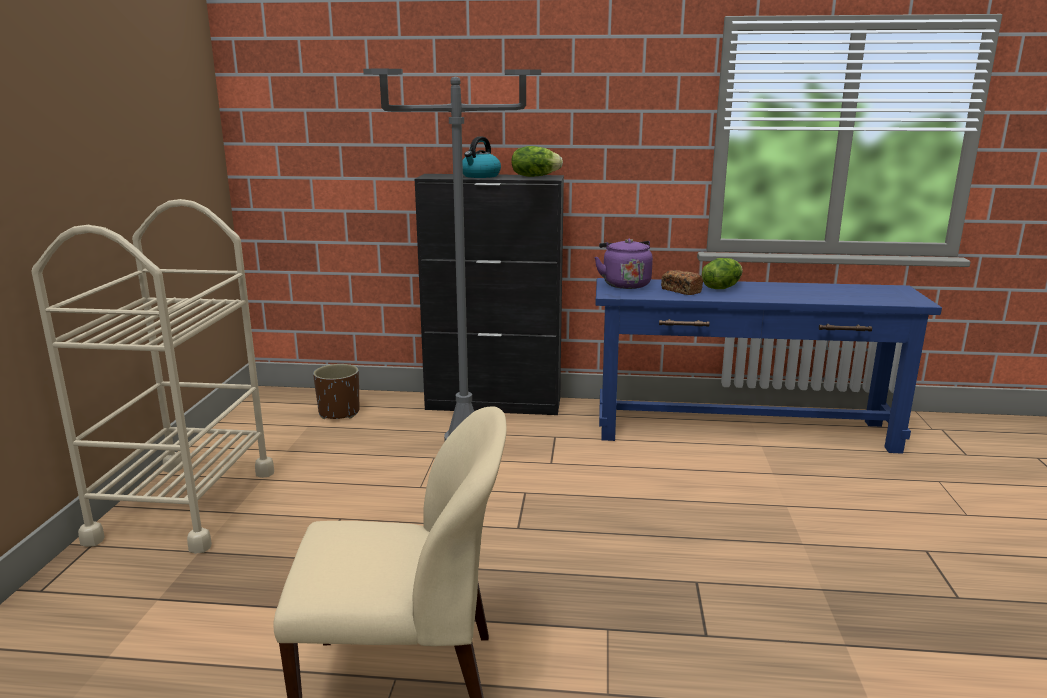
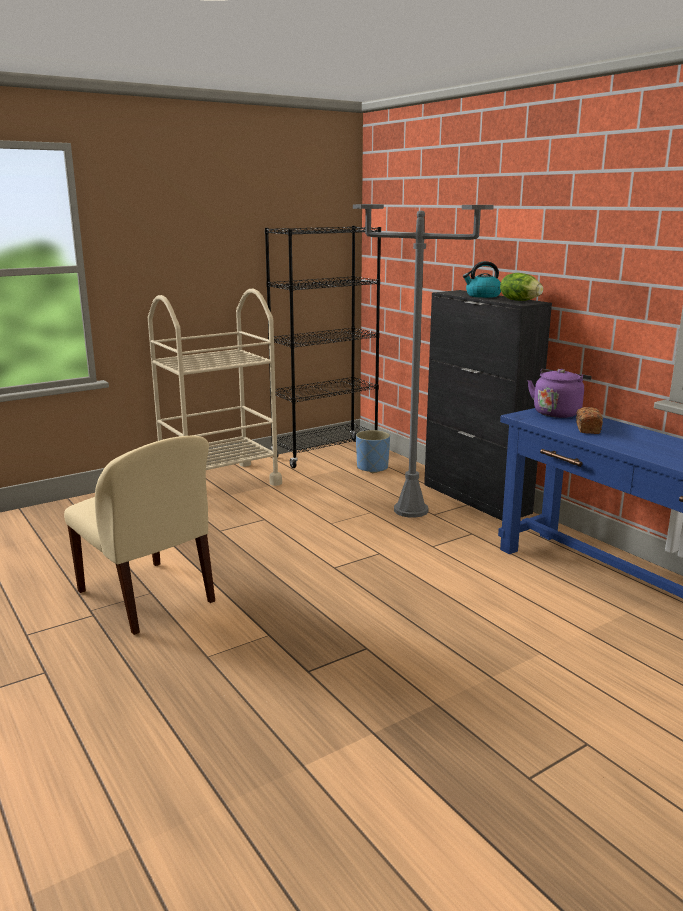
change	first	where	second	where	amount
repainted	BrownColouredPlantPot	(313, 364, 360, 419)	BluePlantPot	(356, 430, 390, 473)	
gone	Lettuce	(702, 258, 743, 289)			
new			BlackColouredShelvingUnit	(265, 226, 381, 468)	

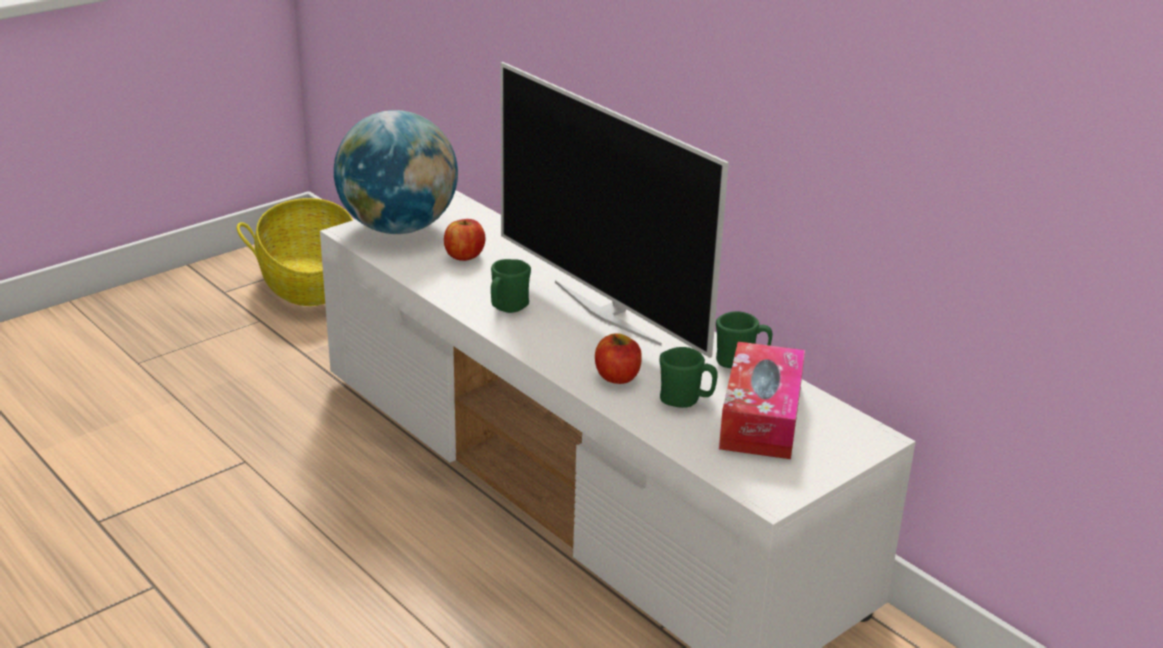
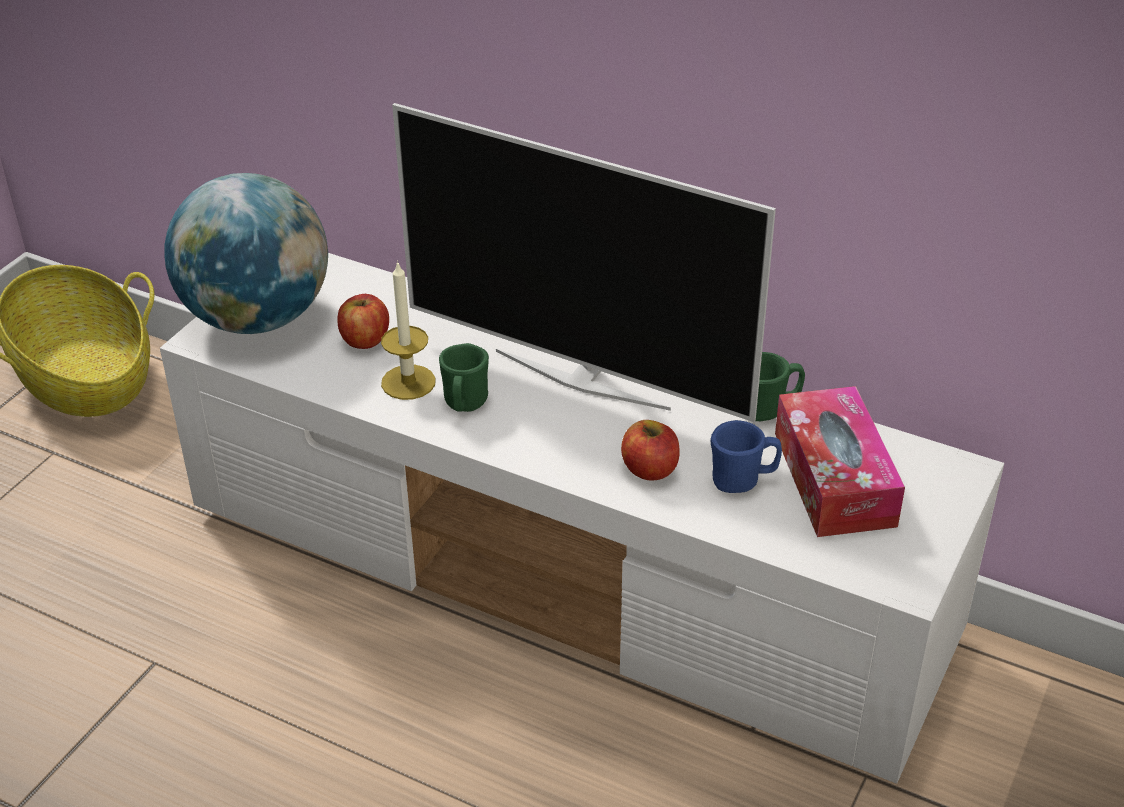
change	first	where	second	where	amount
repainted	GreenCoffeeMug	(659, 347, 718, 408)	BlueCoffeeMug	(711, 420, 782, 493)	
new			WaxLight	(381, 260, 436, 400)	

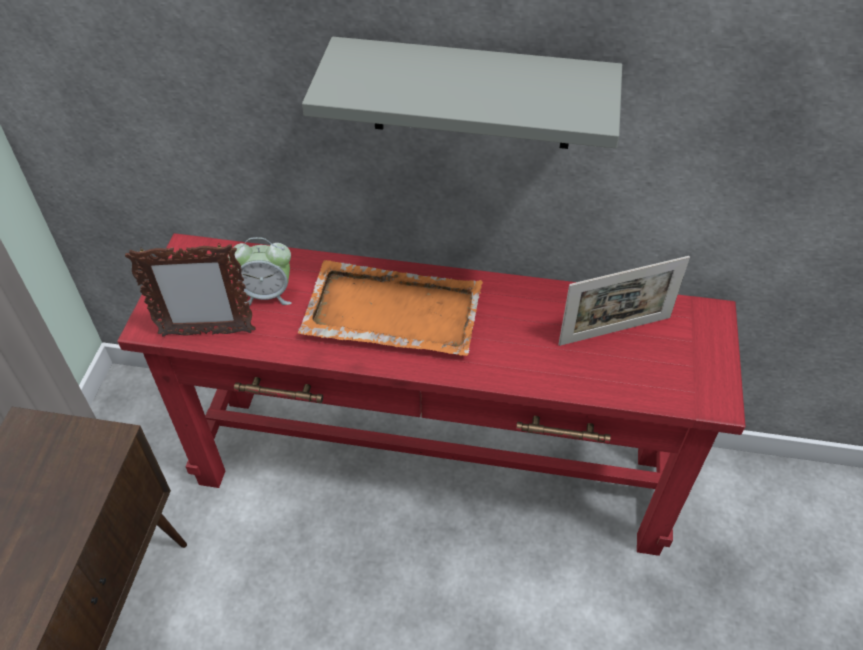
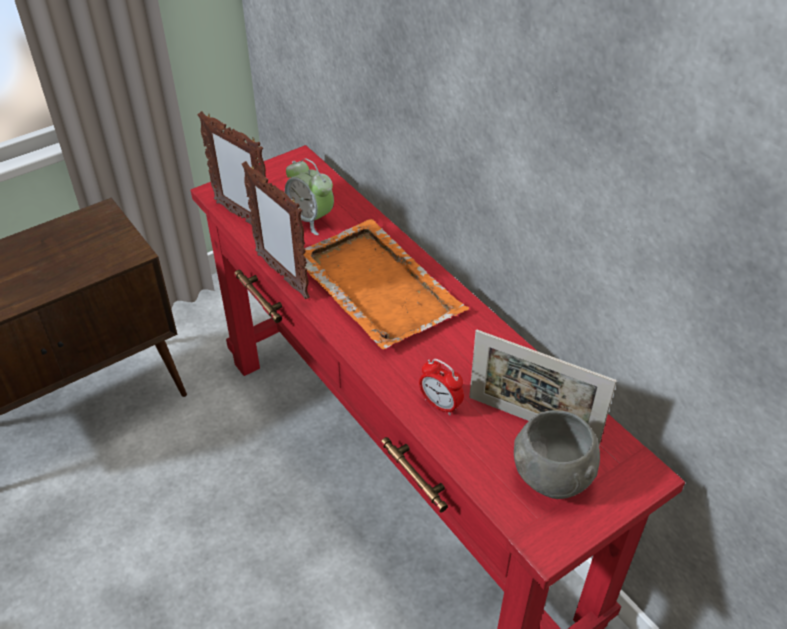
change	first	where	second	where	amount
gone	GrayShelf	(302, 37, 622, 149)			
new			PhotoFrame	(242, 161, 310, 299)	
new			BedsideClock	(419, 359, 464, 415)	
new			GrayBowl	(514, 410, 600, 499)	

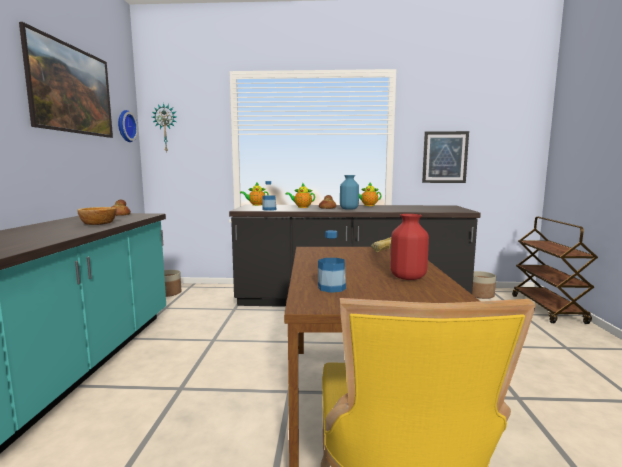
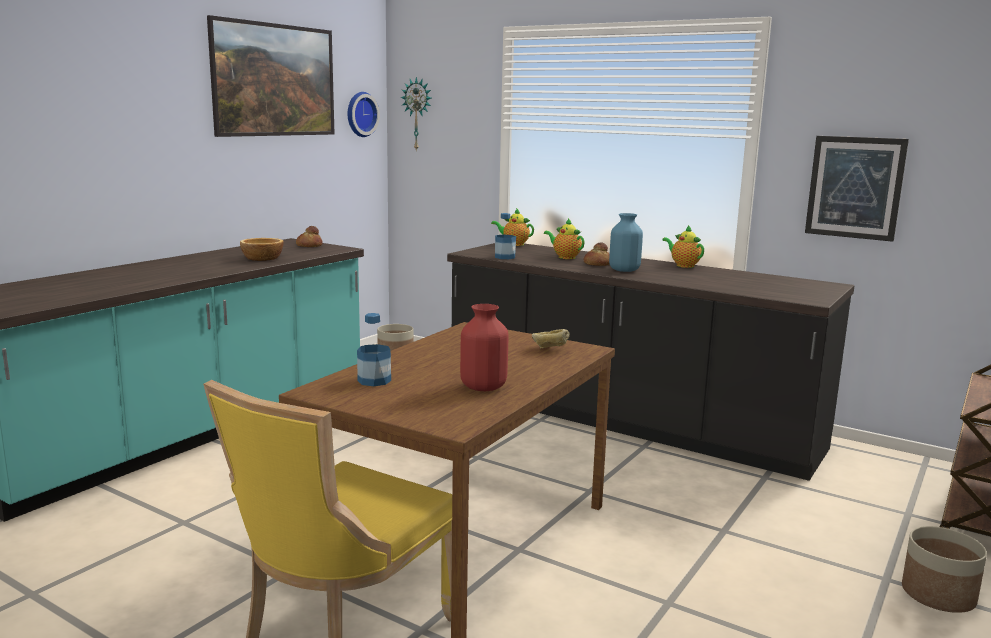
change	first	where	second	where	amount
shifted	PlantPot	(472, 271, 496, 299)		(902, 526, 987, 613)	

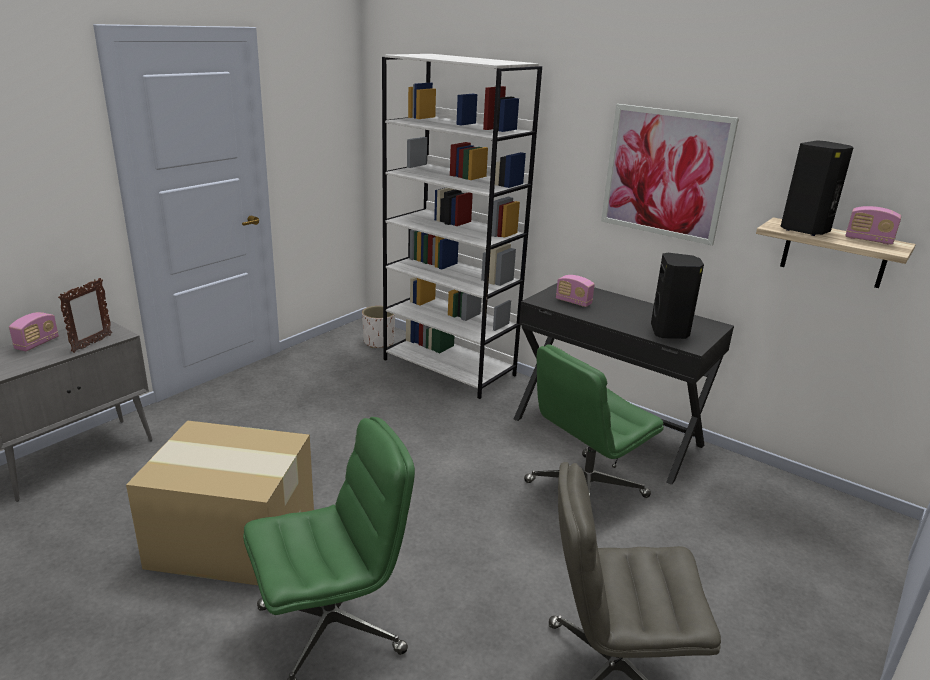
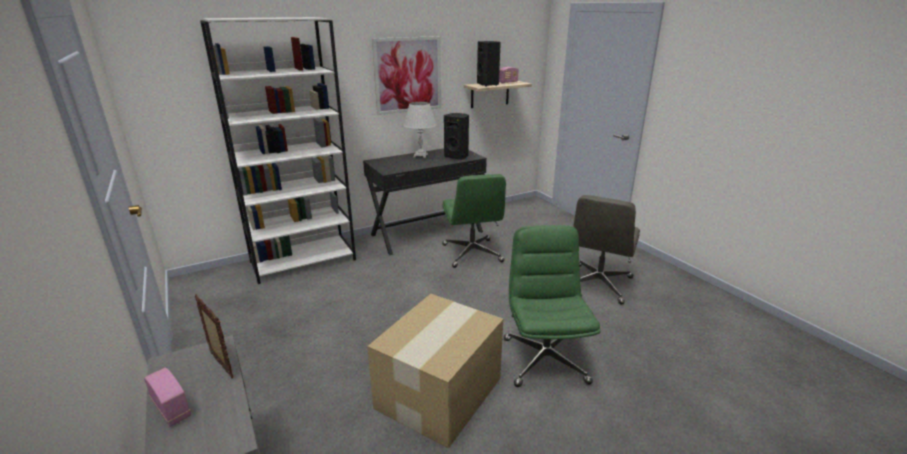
change	first	where	second	where	amount
gone	WhitishPlantPot	(362, 306, 395, 348)			
gone	Radio	(556, 275, 595, 307)			
new			WhitishTabletopLamp	(404, 102, 437, 158)	

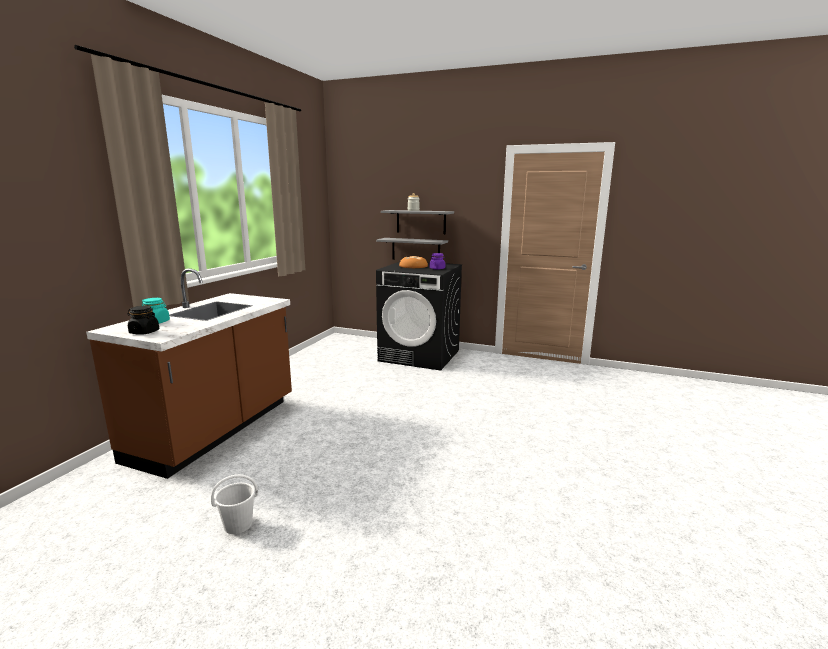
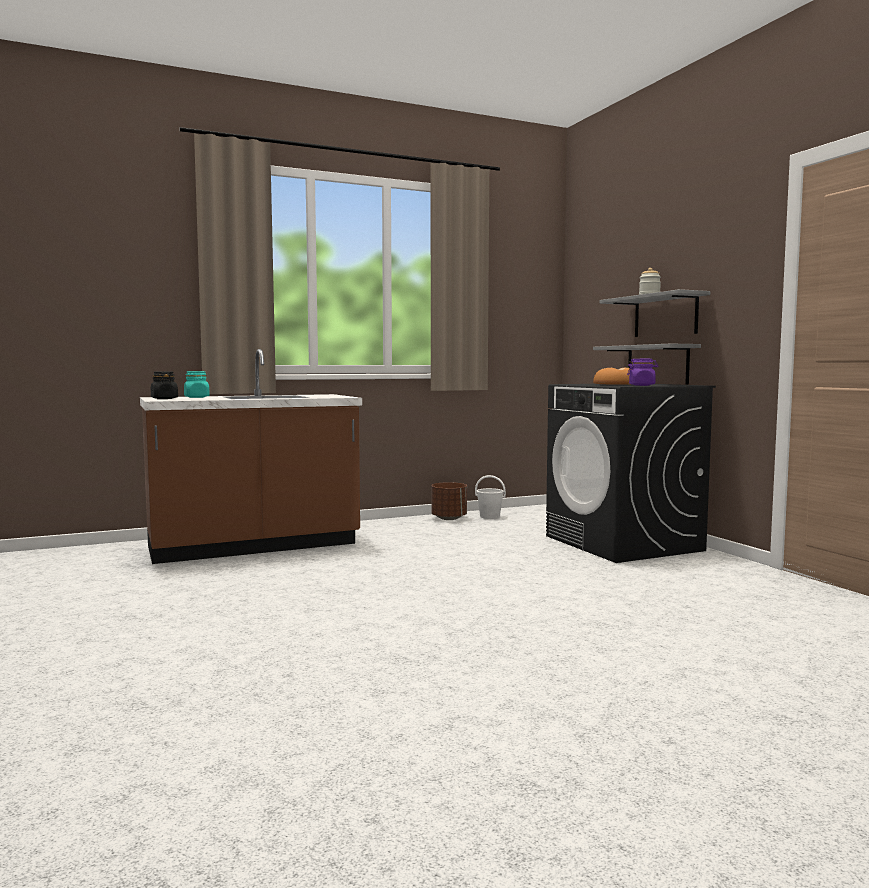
change	first	where	second	where	amount
shifted	WhitishPail	(211, 474, 258, 534)		(475, 475, 506, 519)	
new			BrownColouredPlantPot	(431, 482, 467, 520)	

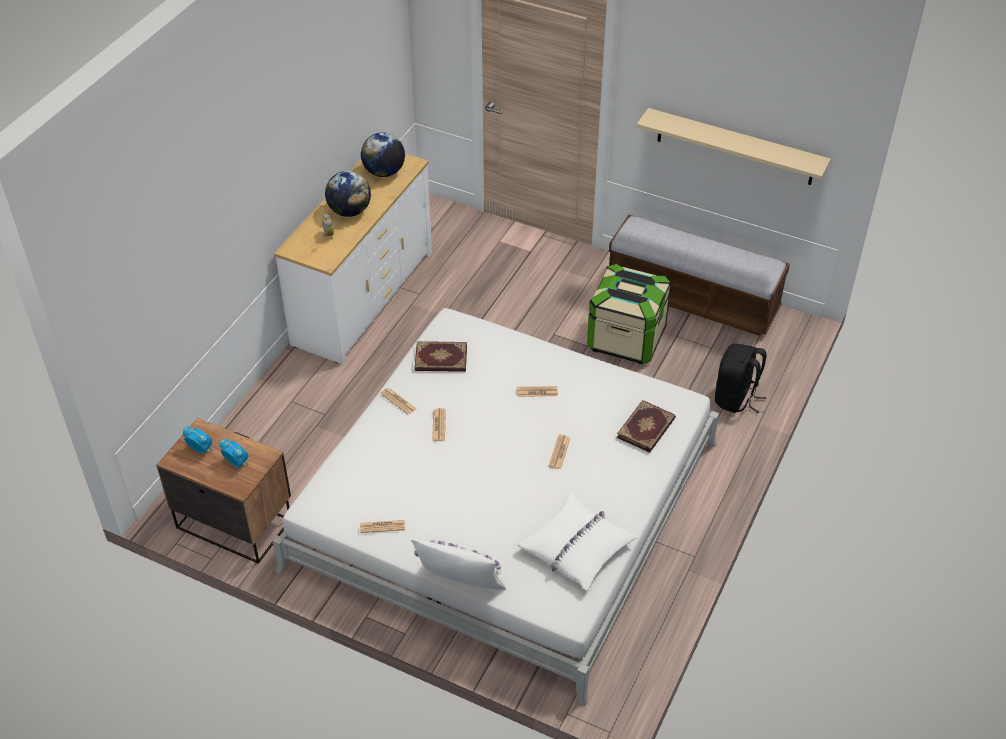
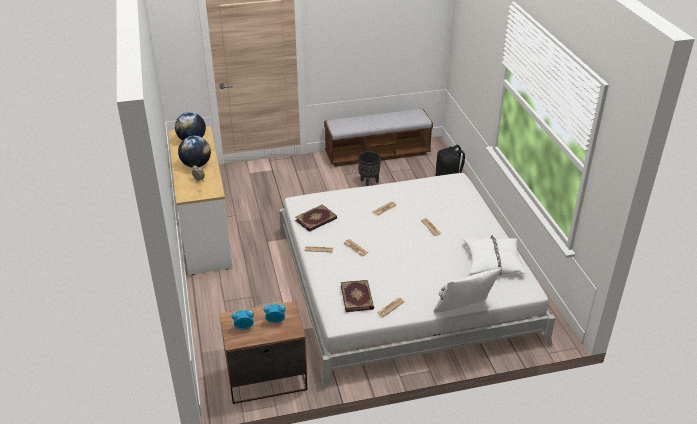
change	first	where	second	where	amount
swapped	StorageContainer	(587, 264, 671, 364)	BlackColouredPlantPot	(358, 151, 381, 186)	
shifted	Volume	(617, 400, 676, 453)		(341, 280, 374, 312)	
gone	BeigeColouredShelf	(637, 108, 831, 185)			

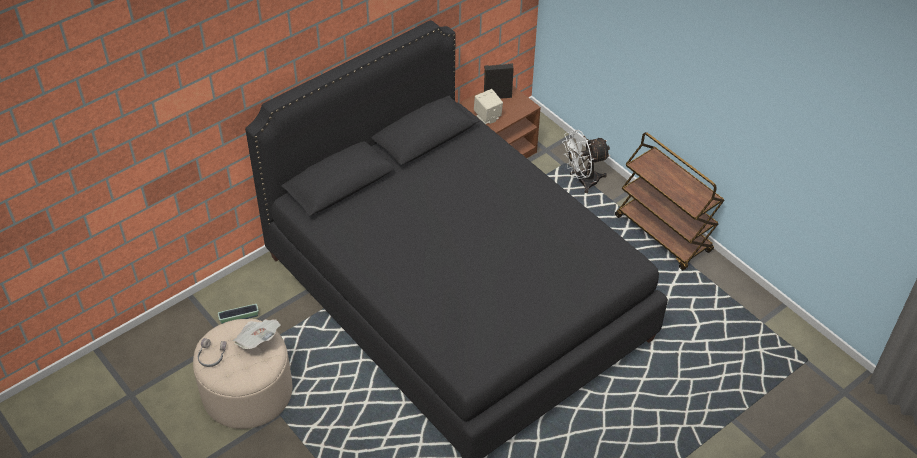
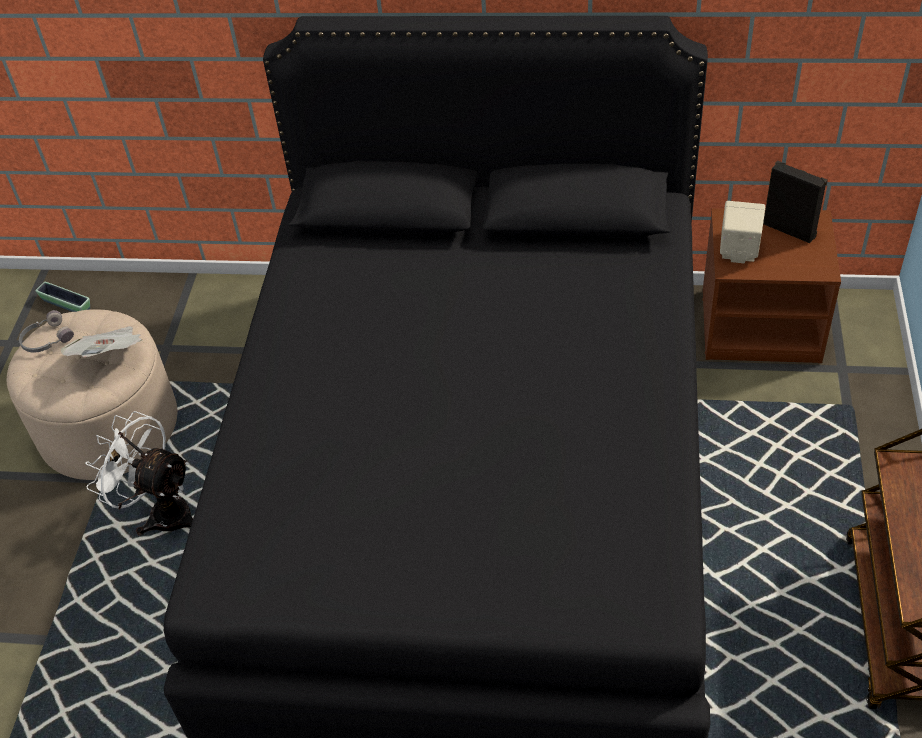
change	first	where	second	where	amount
shifted	PlantPot	(218, 304, 259, 324)		(35, 282, 90, 312)	
shifted	WhitishCoolingFan	(562, 130, 611, 193)		(85, 411, 193, 536)	

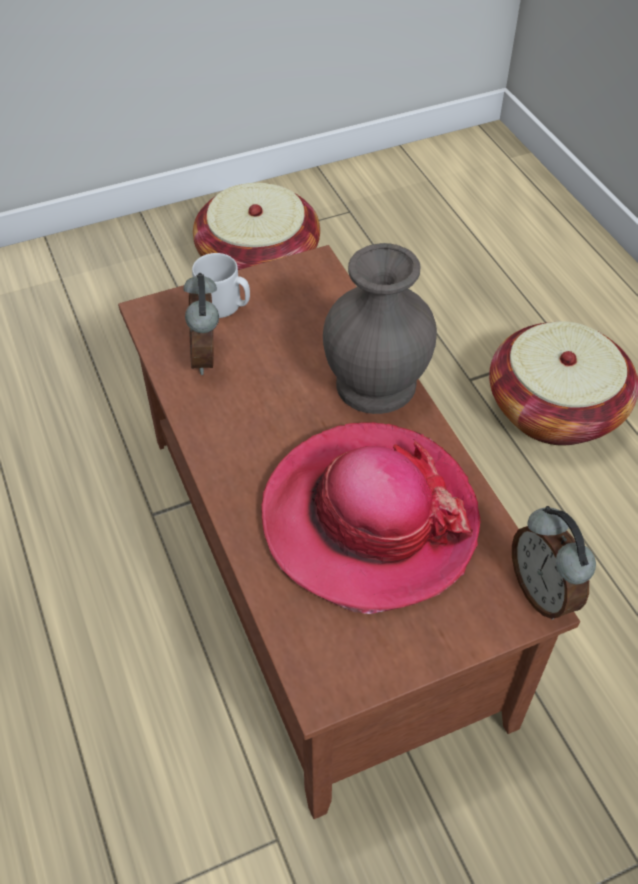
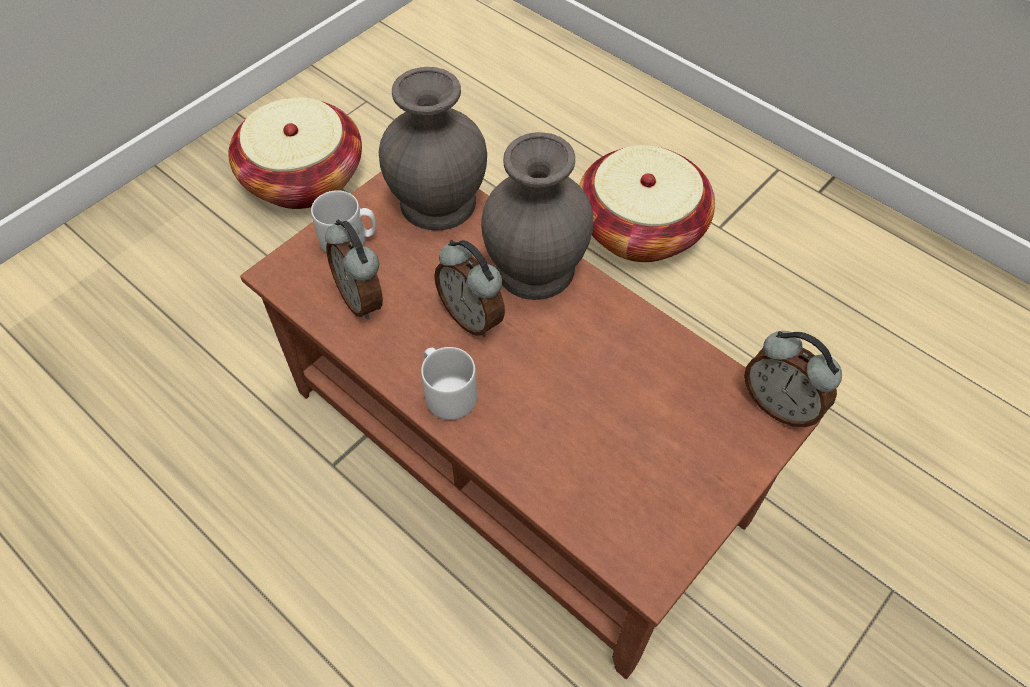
change	first	where	second	where	amount
gone	ClothingHat	(262, 422, 480, 614)			
new			GrayDecorativeVase	(379, 67, 487, 231)	
new			GrayCoffeeMug	(421, 347, 477, 420)	
new			BedsideClock	(434, 240, 505, 337)	

